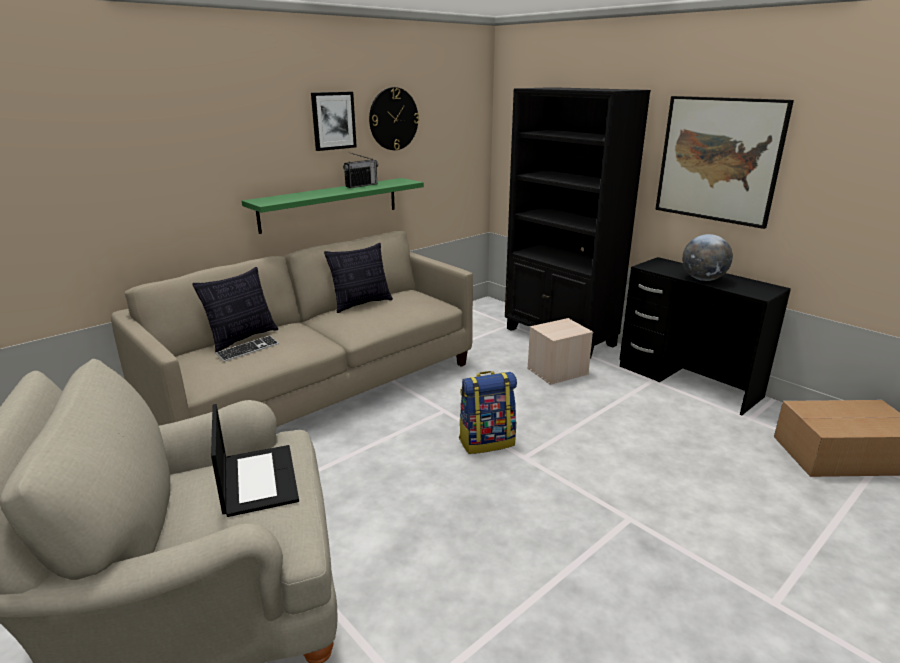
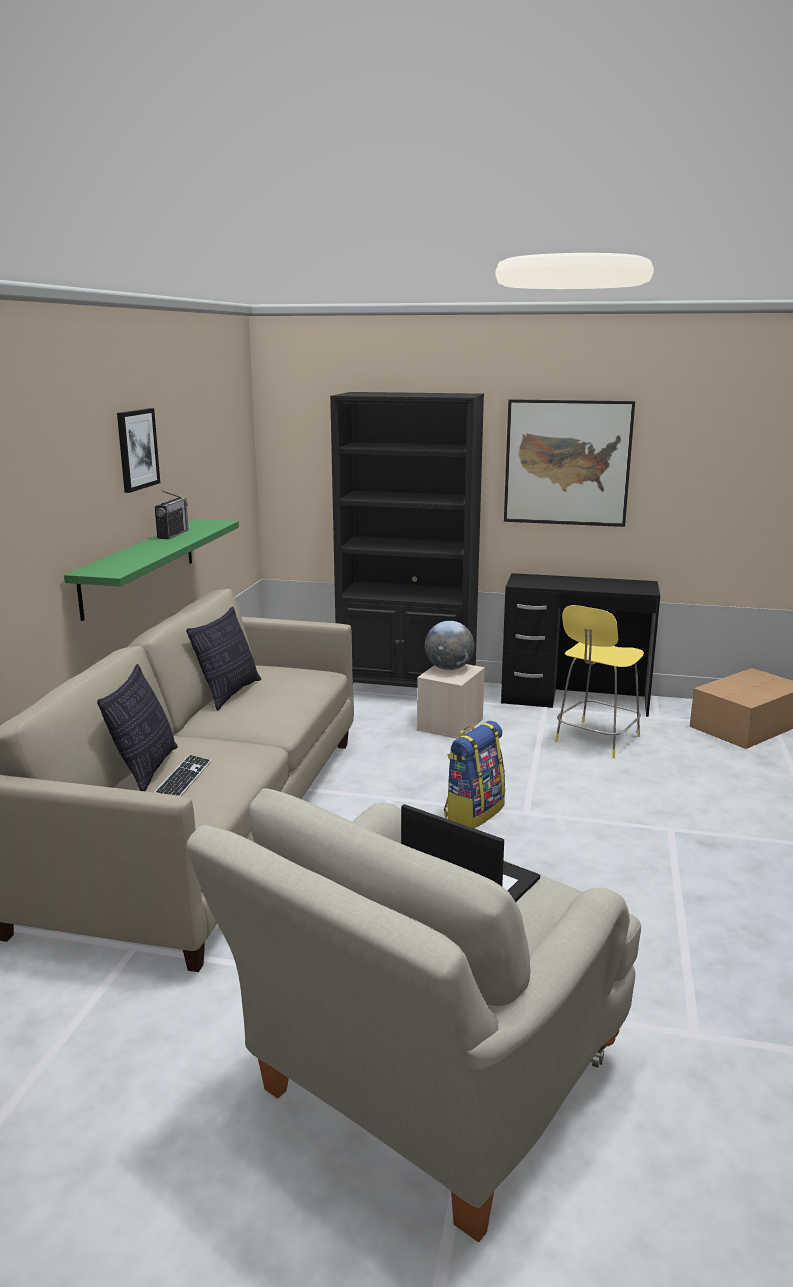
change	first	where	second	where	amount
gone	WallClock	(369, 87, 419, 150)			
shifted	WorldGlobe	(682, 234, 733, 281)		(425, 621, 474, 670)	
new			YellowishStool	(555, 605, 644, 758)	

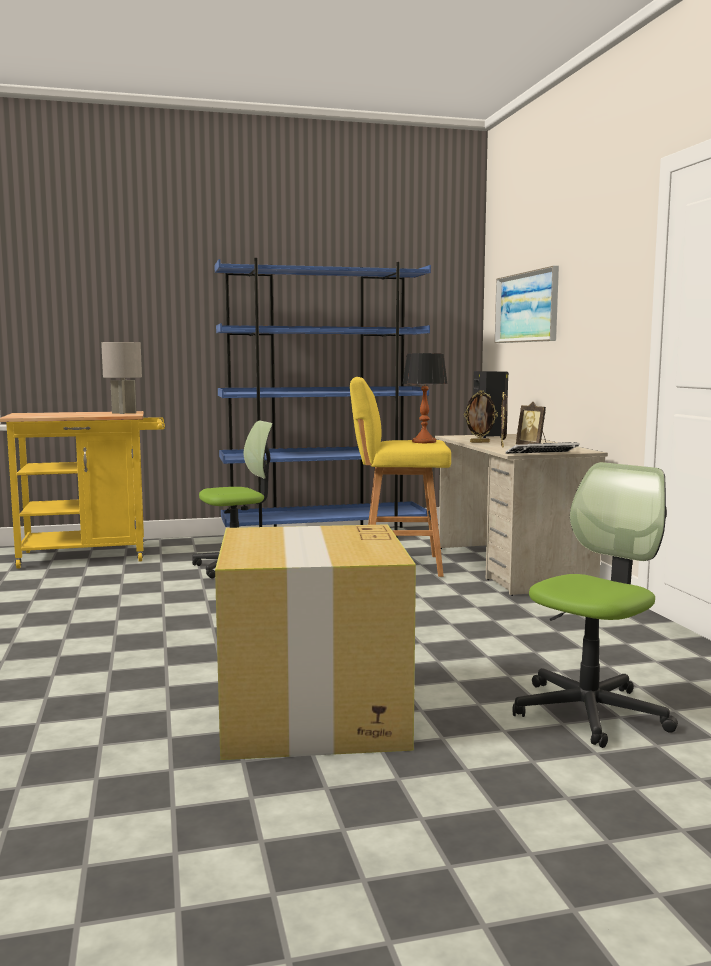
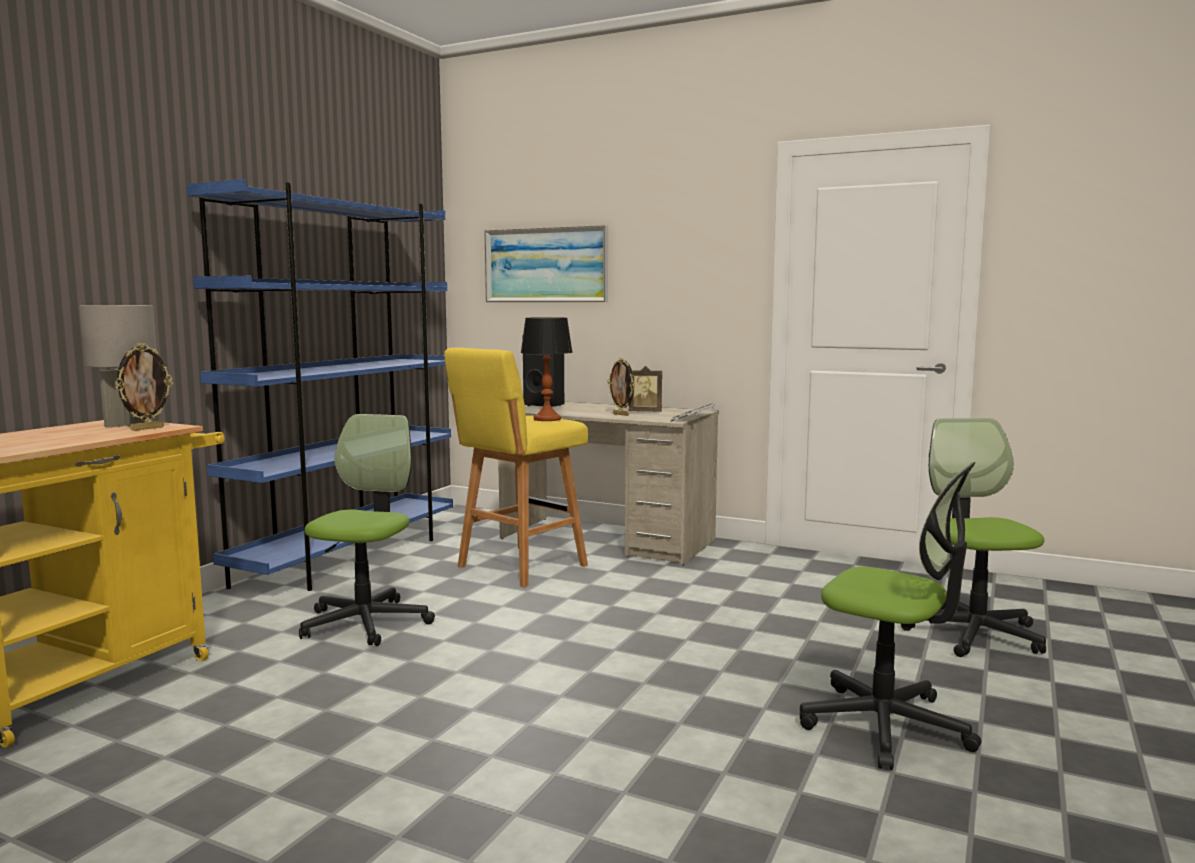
change	first	where	second	where	amount
swapped	Carton	(215, 524, 416, 760)	DeskChair	(800, 462, 981, 770)	
shifted	PhotoFrame	(464, 390, 498, 443)		(115, 343, 173, 431)	

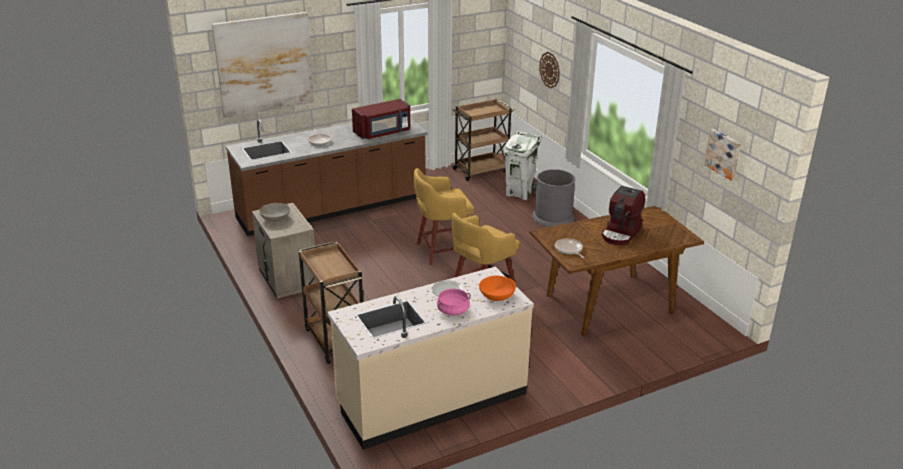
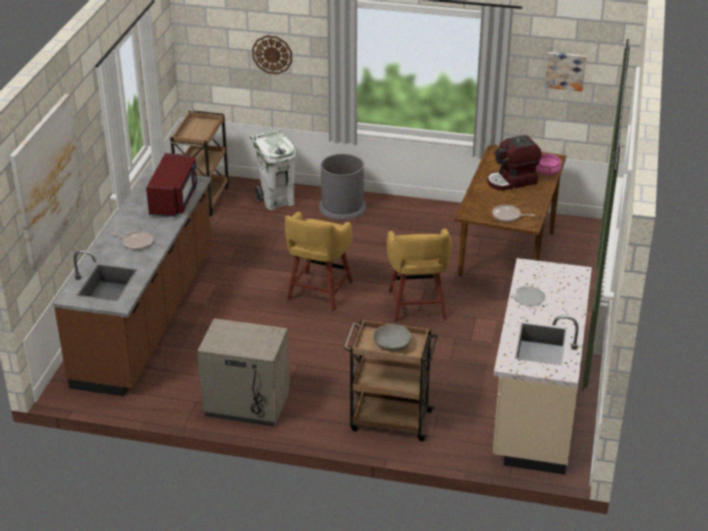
change	first	where	second	where	amount
shifted	GrayBowl	(259, 203, 290, 222)		(373, 324, 412, 352)	
shifted	PinkColouredStockpot	(437, 289, 470, 316)		(536, 154, 561, 175)	
gone	OrangeColouredBowl	(479, 276, 516, 301)			
rotated	CoffeeBrewer	(602, 186, 645, 245)		(487, 135, 541, 191)	90 degrees clockwise

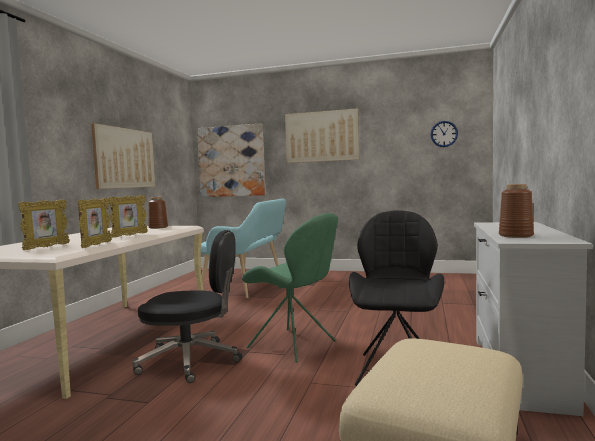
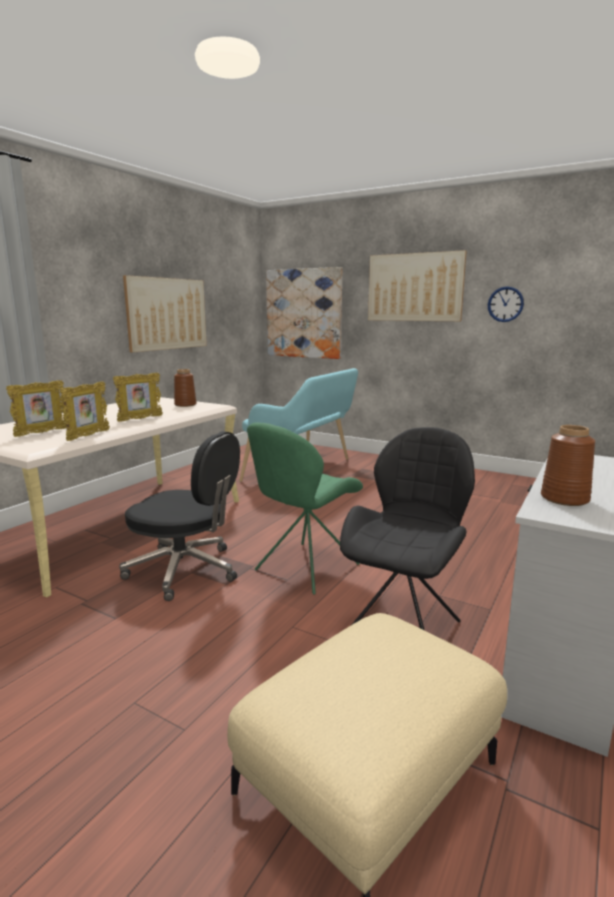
change	first	where	second	where	amount
rotated	GreenChair	(242, 213, 338, 363)		(247, 422, 363, 595)	75 degrees clockwise
shifted	WallClock	(431, 121, 458, 147)		(488, 286, 524, 322)	

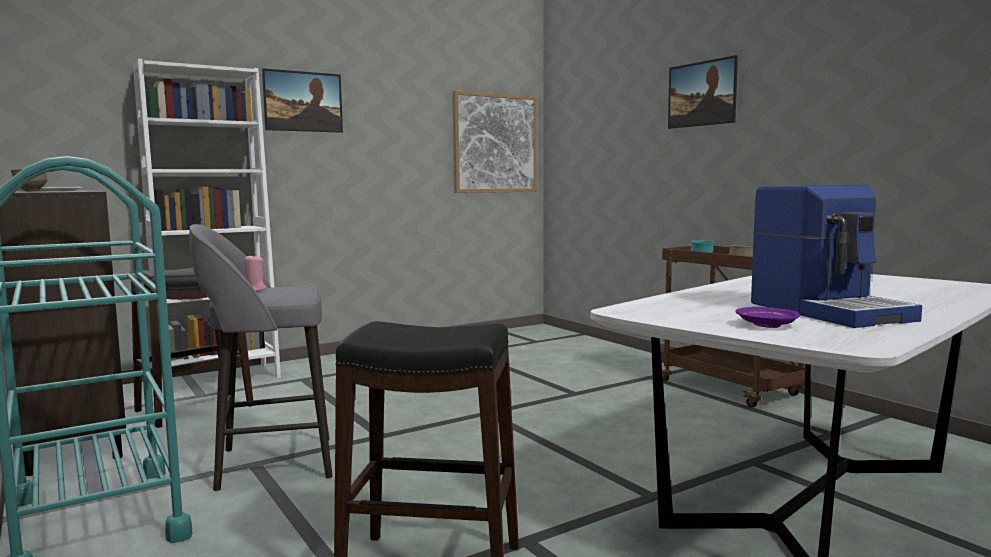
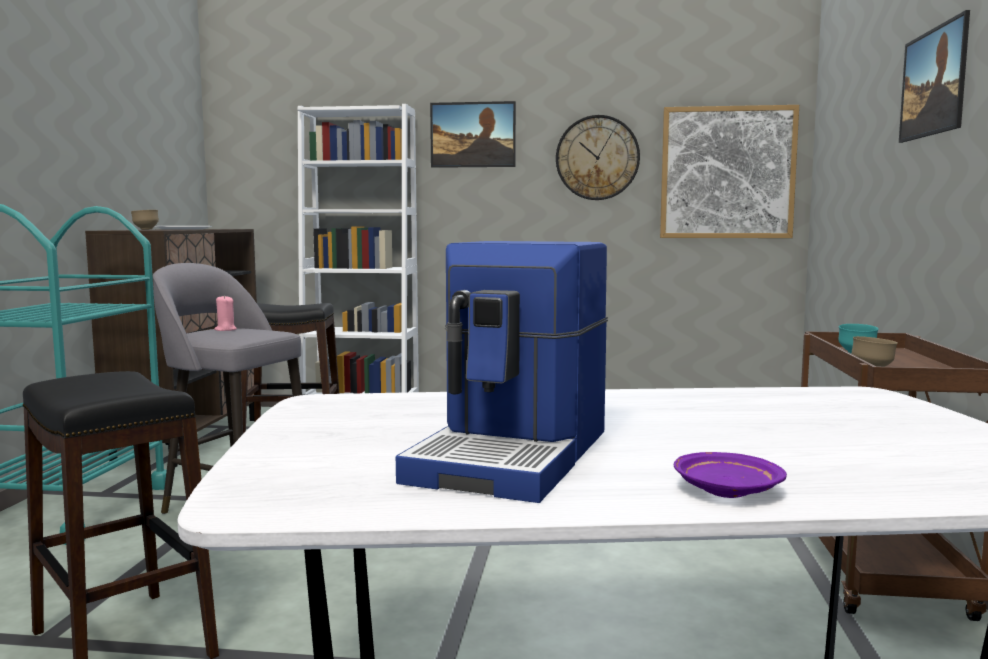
change	first	where	second	where	amount
shifted	PurplishFlatDish	(735, 307, 800, 328)		(674, 452, 787, 498)	
new			WallClock	(556, 115, 640, 200)	

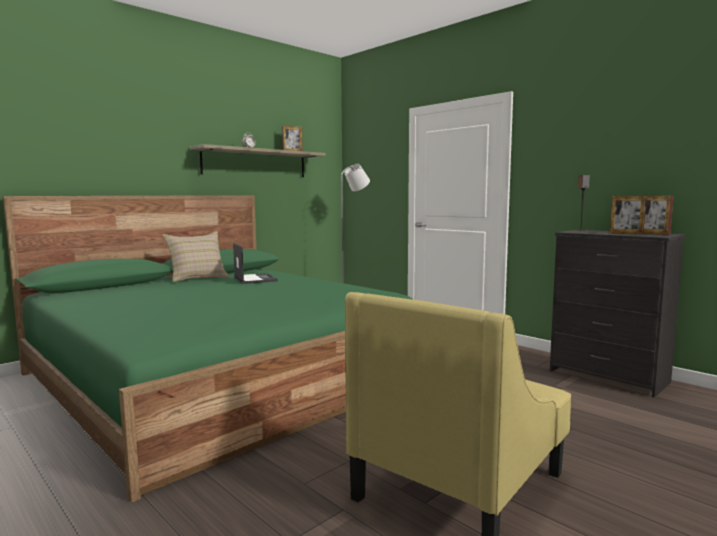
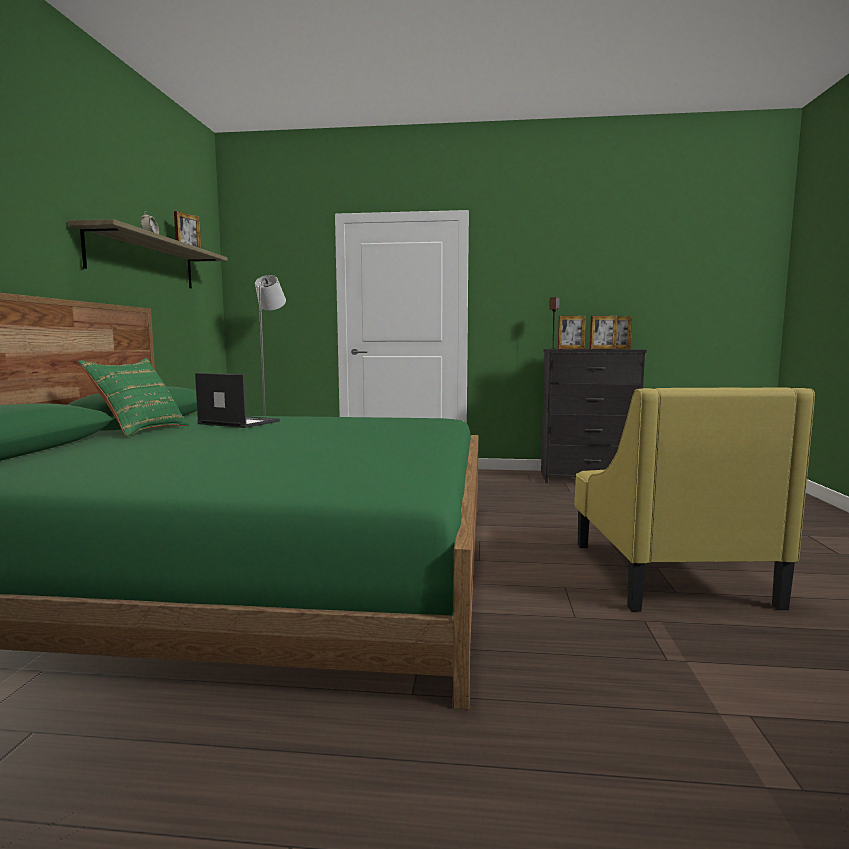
change	first	where	second	where	amount
repainted	BeigeColouredPillow	(162, 232, 229, 282)	GreenPillow	(78, 358, 190, 437)	
new			PhotoFrame	(558, 316, 586, 349)	

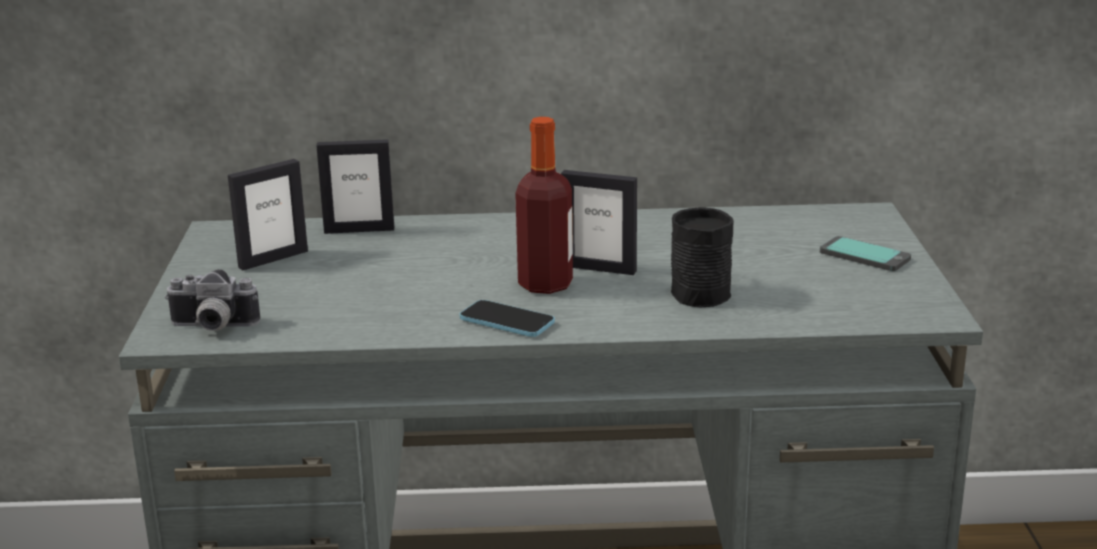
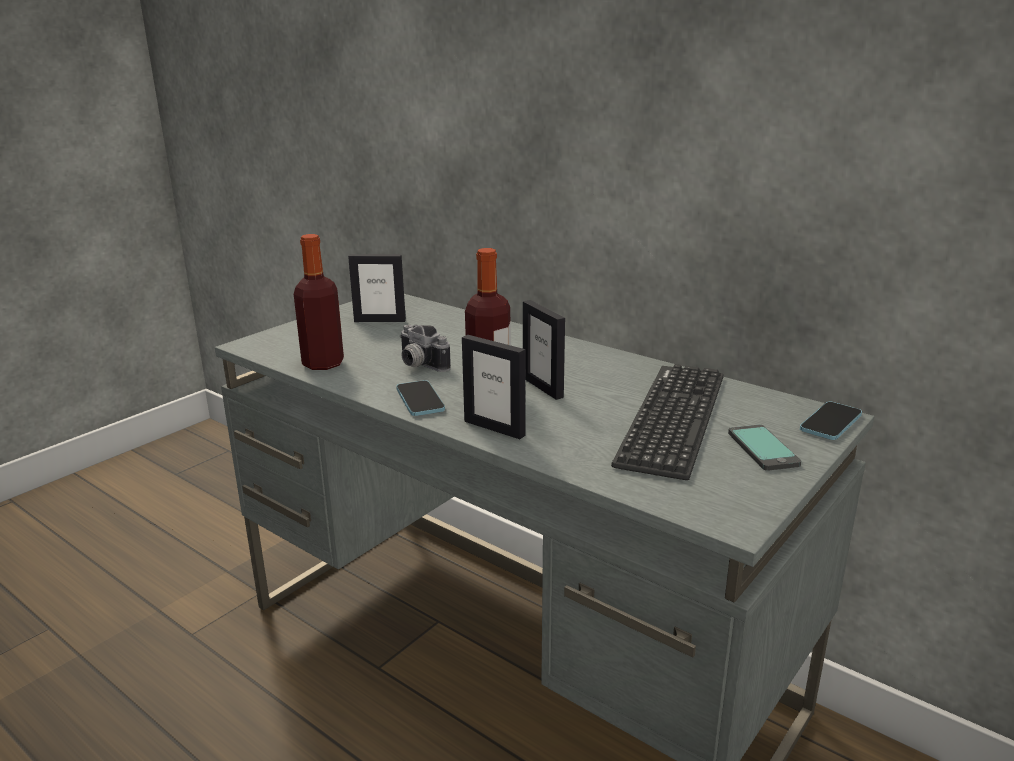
change	first	where	second	where	amount
shifted	StillCamera	(165, 269, 260, 331)		(400, 325, 451, 372)	
shifted	PhotoFrame	(316, 139, 394, 234)		(462, 335, 526, 439)	
gone	BlackColouredCoffeeMug	(671, 207, 734, 307)			
new			Bottle	(294, 234, 344, 370)	
new			ComputerKeyboard	(611, 364, 724, 480)	
new			Phone	(800, 402, 862, 440)	

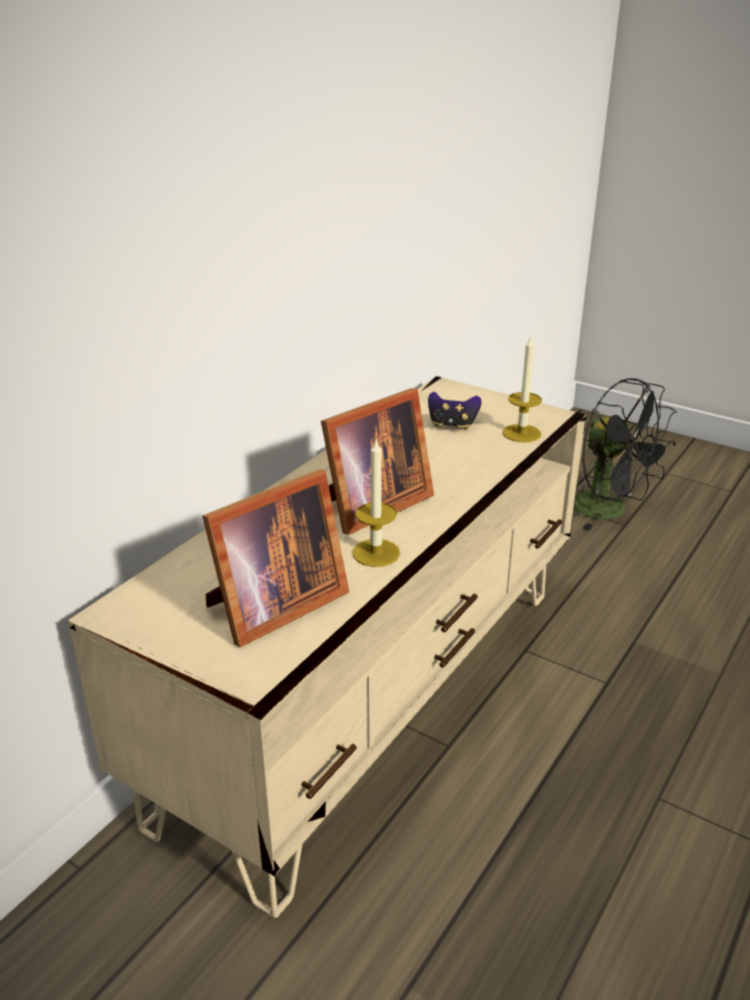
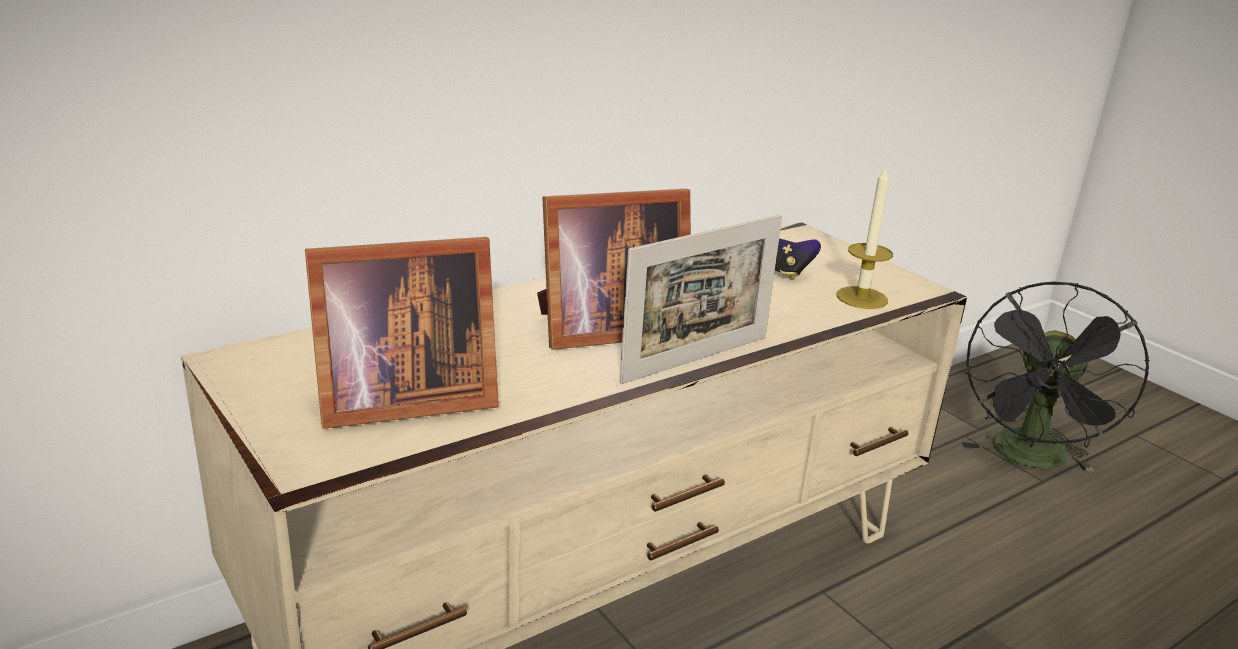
change	first	where	second	where	amount
gone	WaxLight	(352, 439, 400, 567)			
rotated	BlackColouredCoolingFan	(574, 378, 677, 531)		(962, 282, 1150, 473)	45 degrees clockwise
new			PhotoFrame	(619, 214, 782, 384)	

